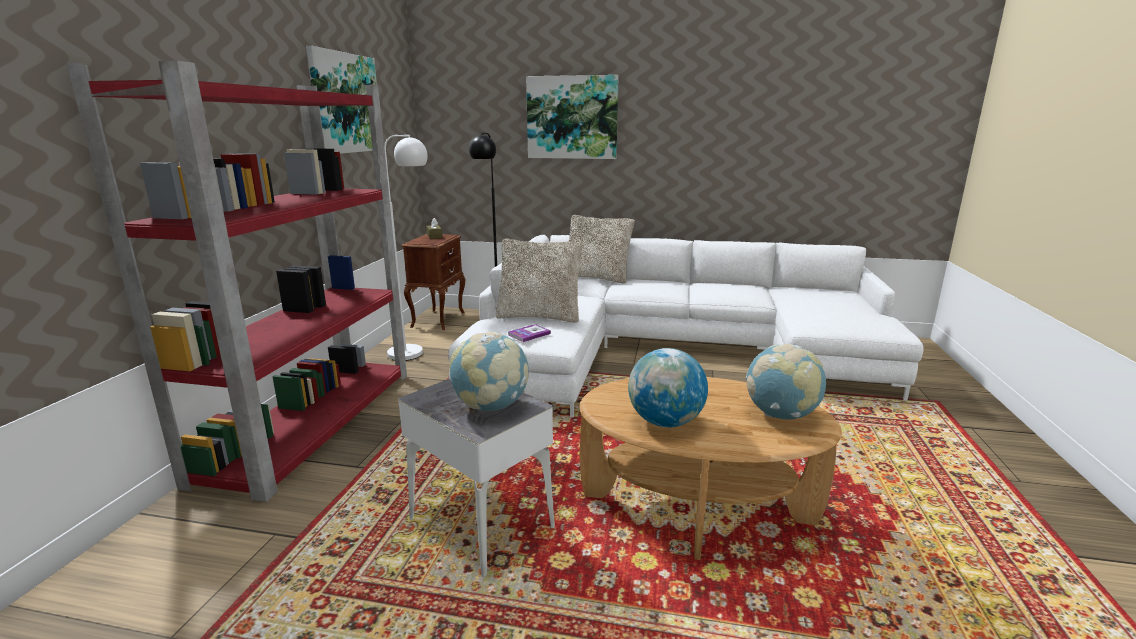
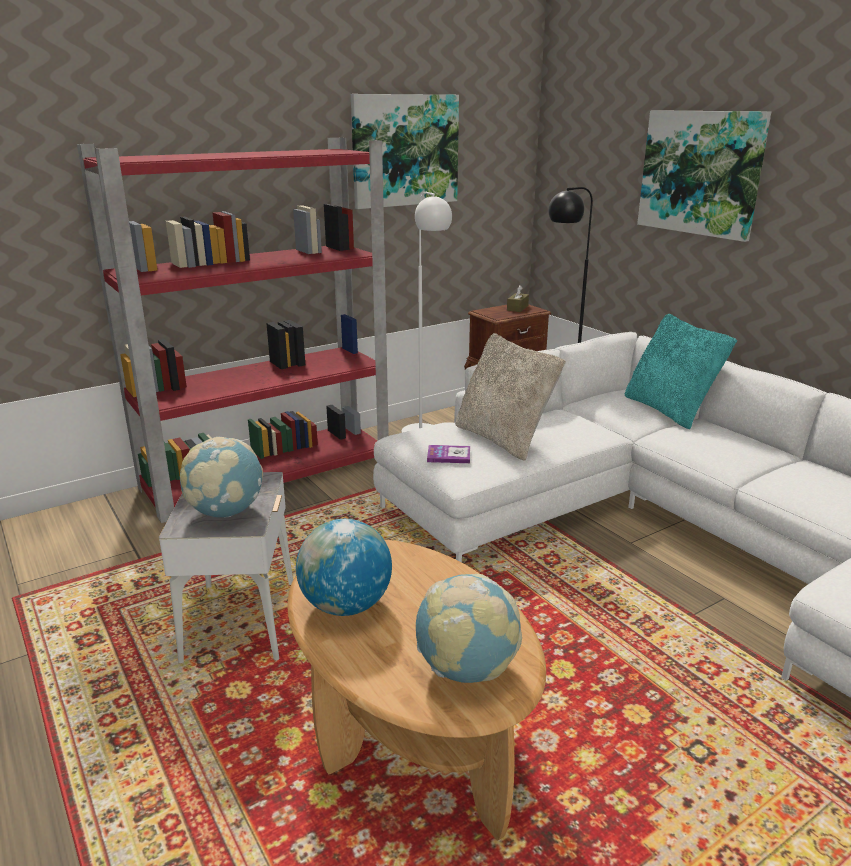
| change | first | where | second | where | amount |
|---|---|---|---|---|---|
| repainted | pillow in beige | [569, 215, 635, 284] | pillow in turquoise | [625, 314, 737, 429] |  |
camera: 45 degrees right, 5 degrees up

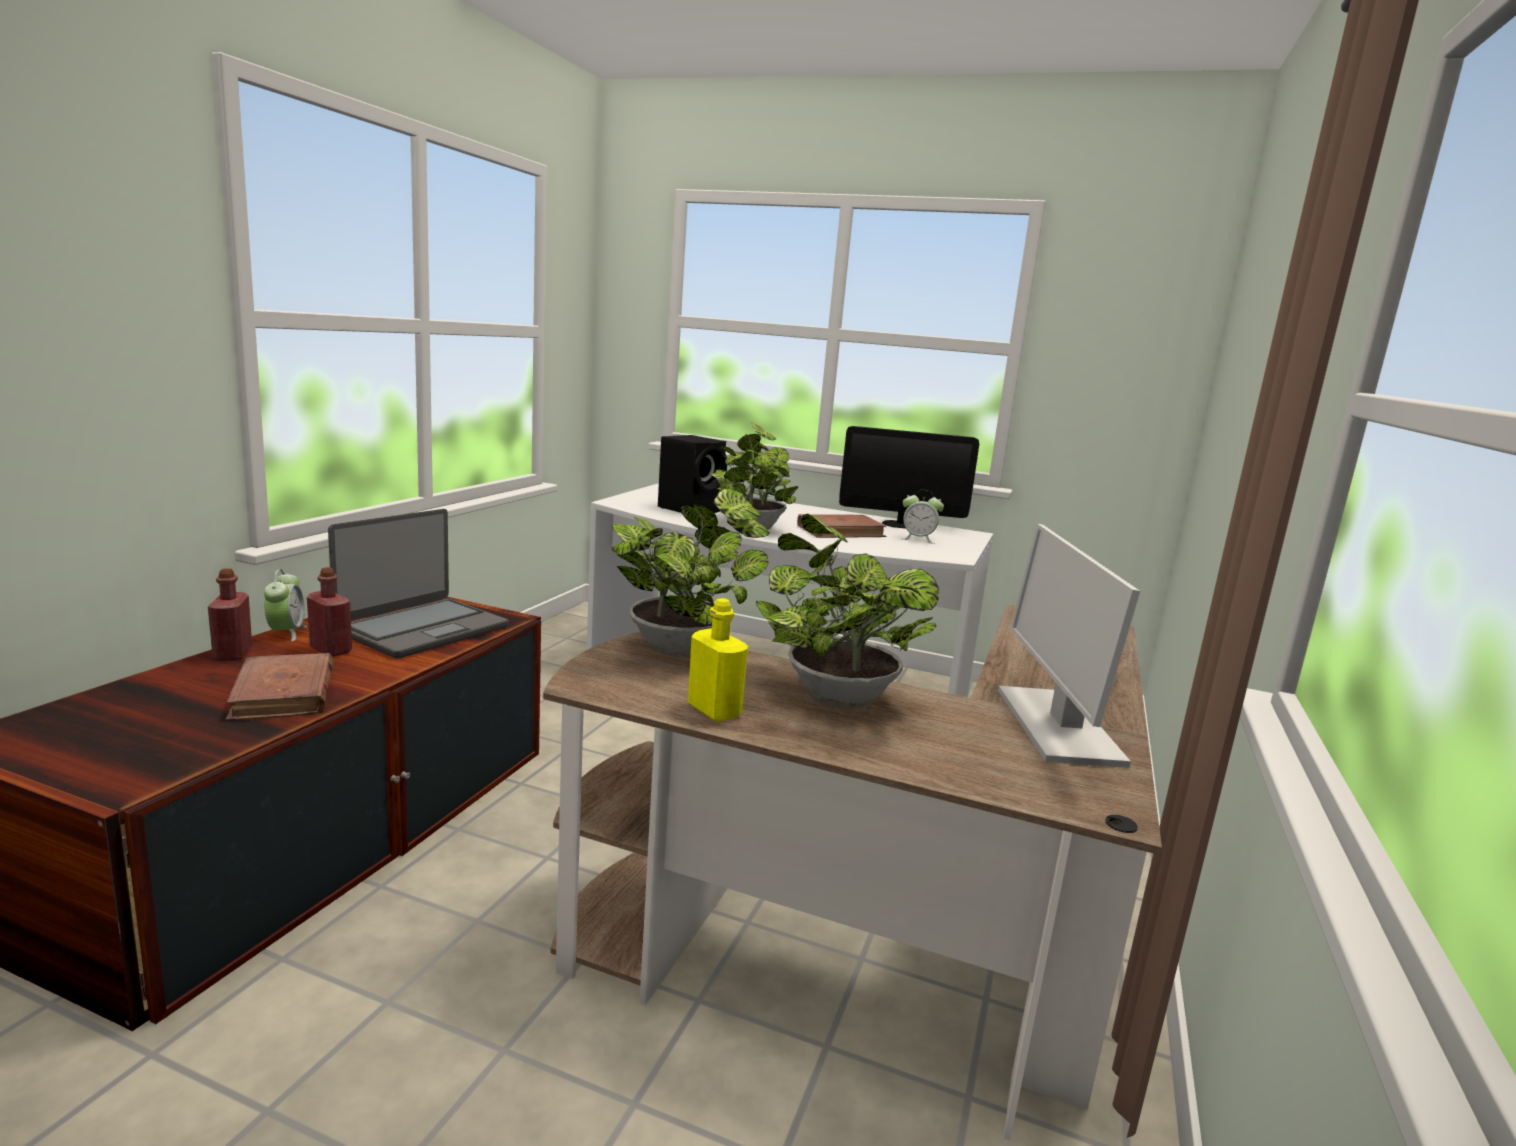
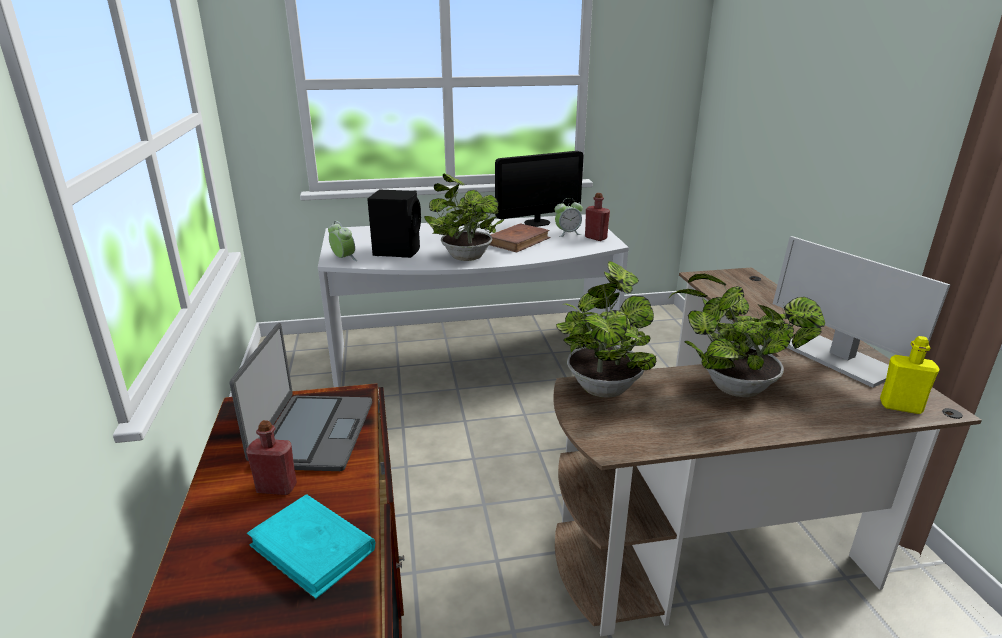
| change | first | where | second | where | amount |
|---|---|---|---|---|---|
| repainted | book in brown | [226, 653, 333, 721] | book in turquoise | [247, 494, 375, 599] |  |
| shifted | alarm clock | [264, 569, 307, 641] |  | [328, 221, 357, 261] |  |
| shifted | bottle in red | [208, 568, 252, 661] |  | [585, 193, 610, 241] |  |
| shifted | bottle in yellow | [688, 598, 748, 722] |  | [880, 336, 940, 414] |  |
camera: 30 degrees left, 10 degrees up

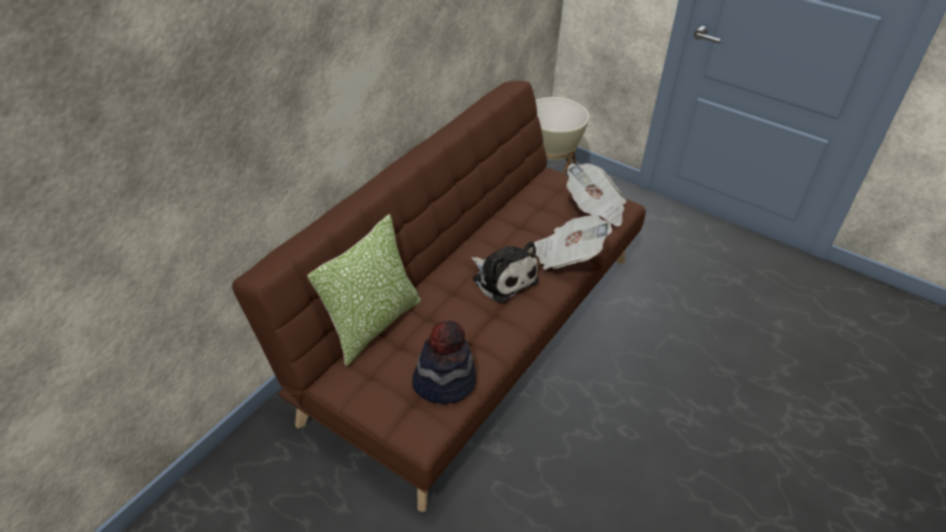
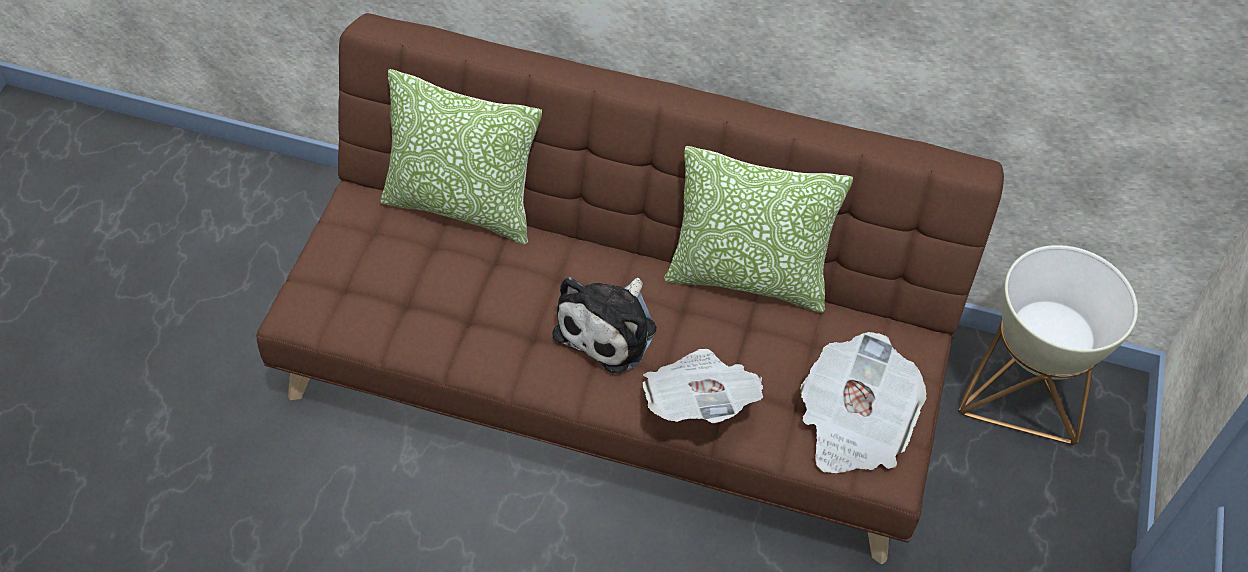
| change | first | where | second | where | amount |
|---|---|---|---|---|---|
| new |  |  | pillow | [664, 146, 853, 313] |  |
| gone | hat | [412, 321, 476, 404] |  |  |  |
camera: 70 degrees right, 10 degrees up

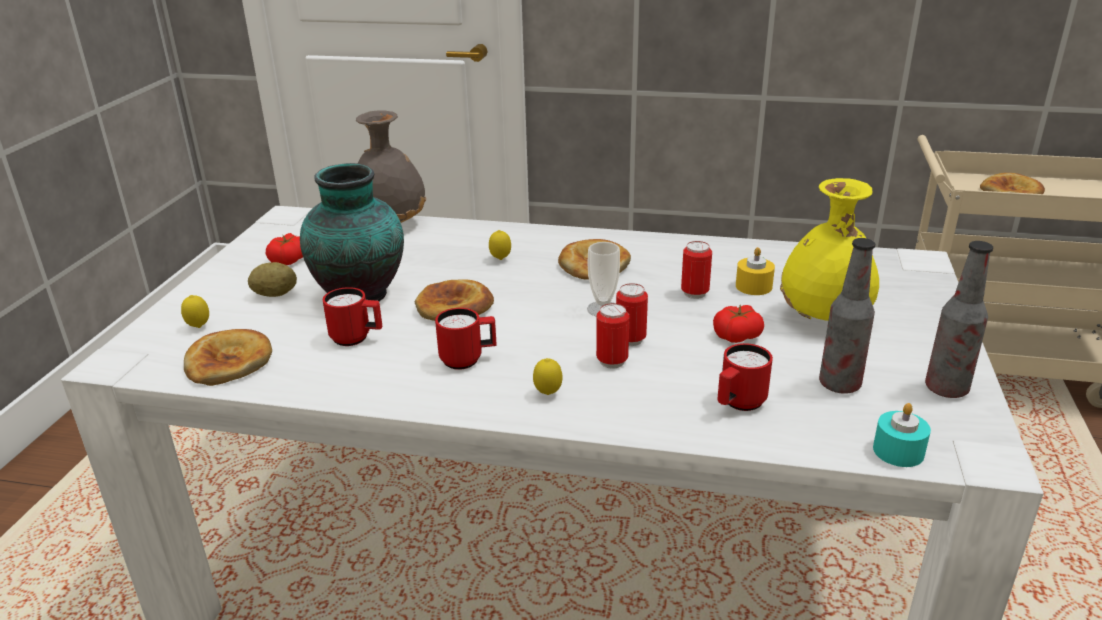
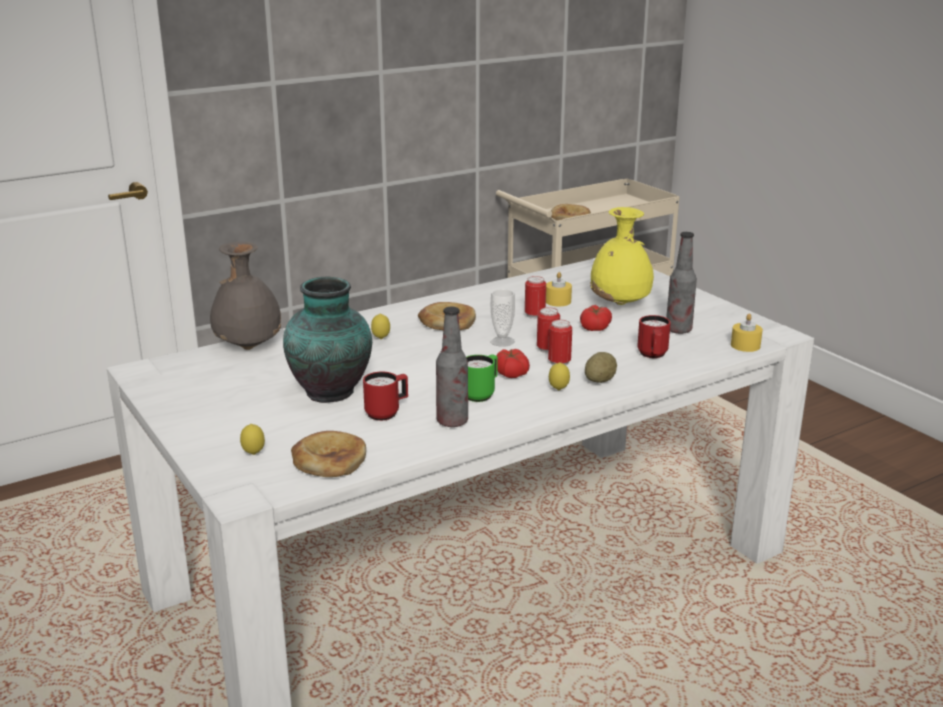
| change | first | where | second | where | amount |
|---|---|---|---|---|---|
| shifted | bottle | [925, 241, 993, 398] |  | [436, 307, 468, 427] |  |
| repainted | mug in red | [435, 308, 497, 370] | mug in green | [466, 354, 498, 402] |  |
| shifted | tomato | [266, 233, 303, 265] |  | [497, 349, 530, 378] |  |
| shifted | potato | [248, 262, 297, 297] |  | [585, 352, 617, 383] |  |
| repainted | candle in turquoise | [873, 403, 931, 467] | candle in yellow | [731, 314, 763, 352] |  |
| gone | bread | [415, 279, 494, 321] |  |  |  |
camera: 45 degrees left, 5 degrees down

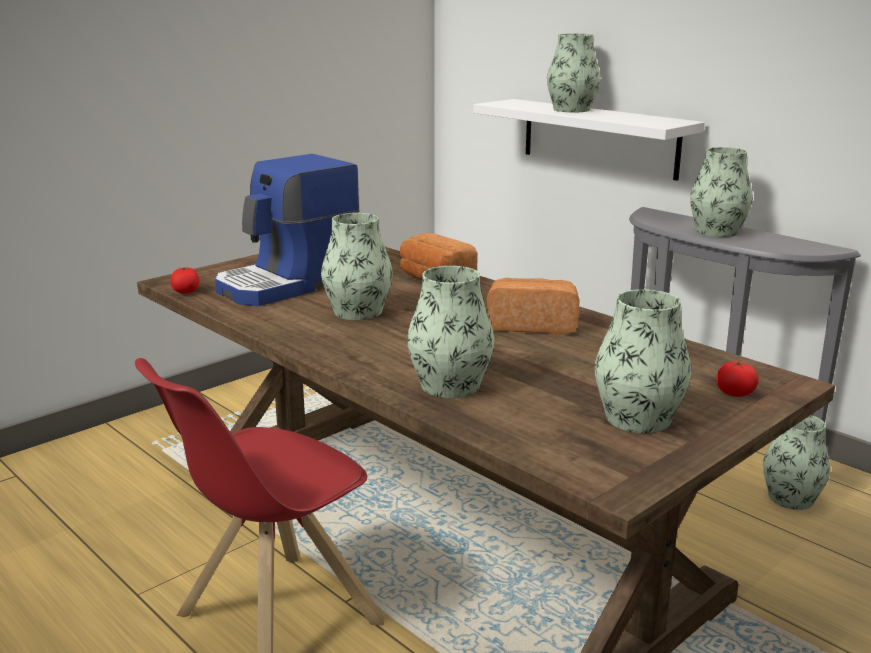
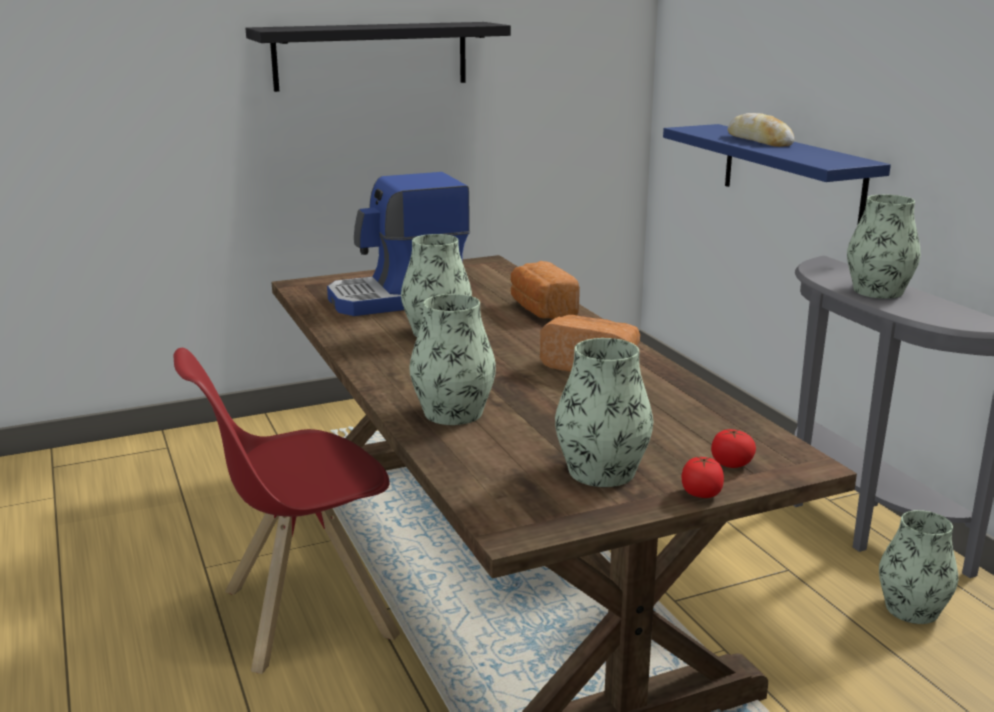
| change | first | where | second | where | amount |
|---|---|---|---|---|---|
| new |  |  | shelf in black | [245, 22, 511, 92] |  |
| repainted | shelf in white | [473, 99, 705, 181] | shelf in blue | [663, 124, 891, 226] |  |
| shifted | tomato | [171, 267, 199, 293] |  | [682, 456, 724, 498] |  |
| swapped | vase | [547, 33, 601, 112] | bread | [728, 113, 794, 147] |  |
camera: 20 degrees right, 0 degrees up

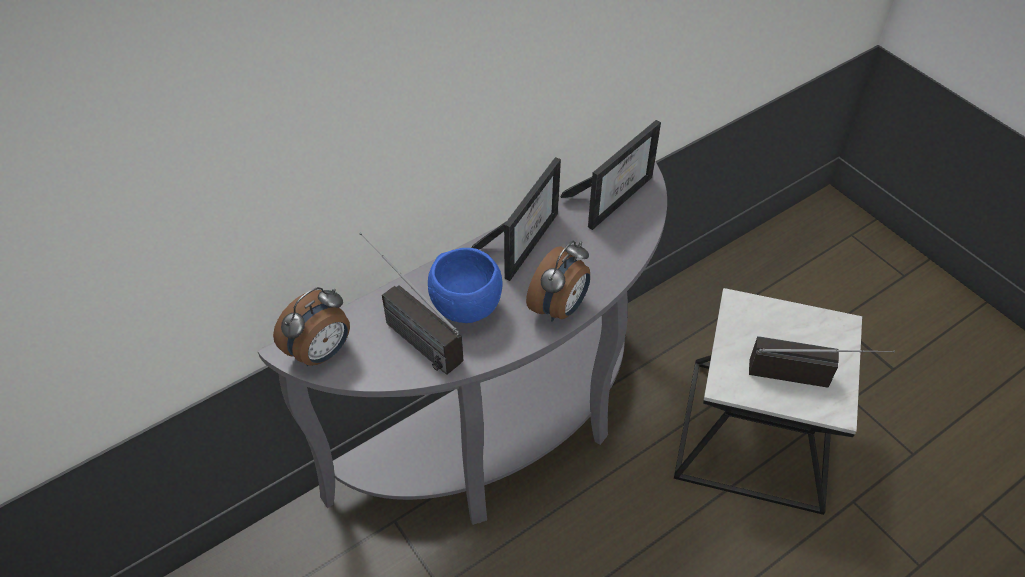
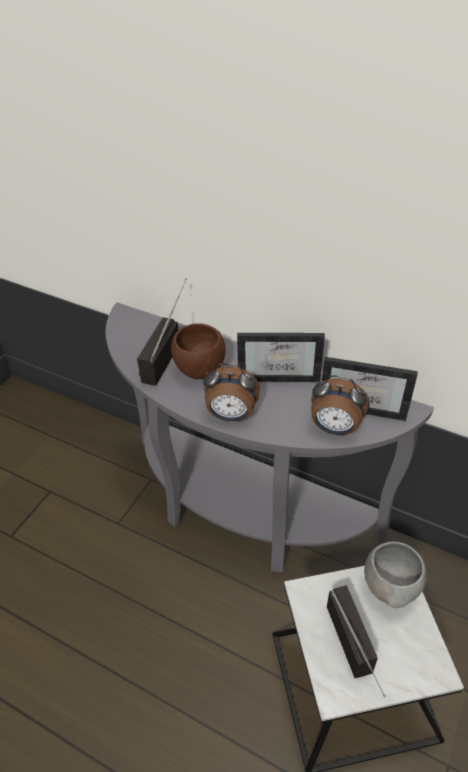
| change | first | where | second | where | amount |
|---|---|---|---|---|---|
| repainted | bowl in blue | [428, 248, 502, 323] | bowl in brown | [171, 323, 226, 379] |  |
| shifted | alarm clock | [273, 287, 350, 366] |  | [311, 375, 369, 435] |  |
| new |  |  | bowl in grey | [364, 541, 426, 608] |  |
camera: 65 degrees right, 5 degrees down

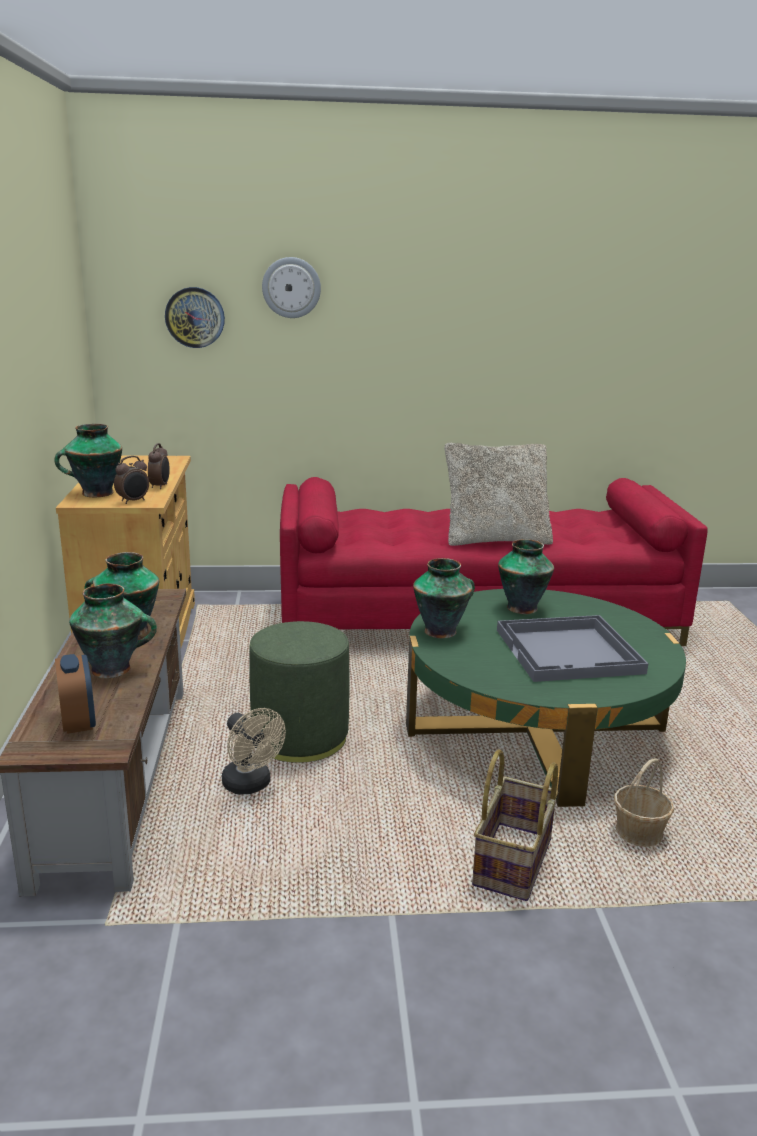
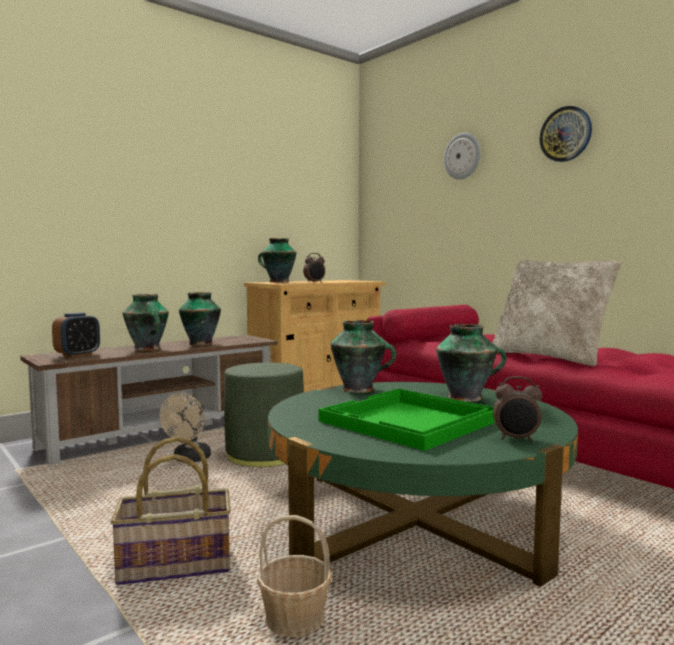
| change | first | where | second | where | amount |
|---|---|---|---|---|---|
| repainted | tray in grey | [497, 615, 648, 682] | tray in green | [319, 389, 495, 451] |  |
| shifted | alarm clock | [114, 456, 149, 504] |  | [493, 376, 542, 442] |  |
| shifted | wall clock | [165, 287, 225, 348] |  | [540, 106, 592, 162] |  |
camera: 55 degrees right, 15 degrees down

